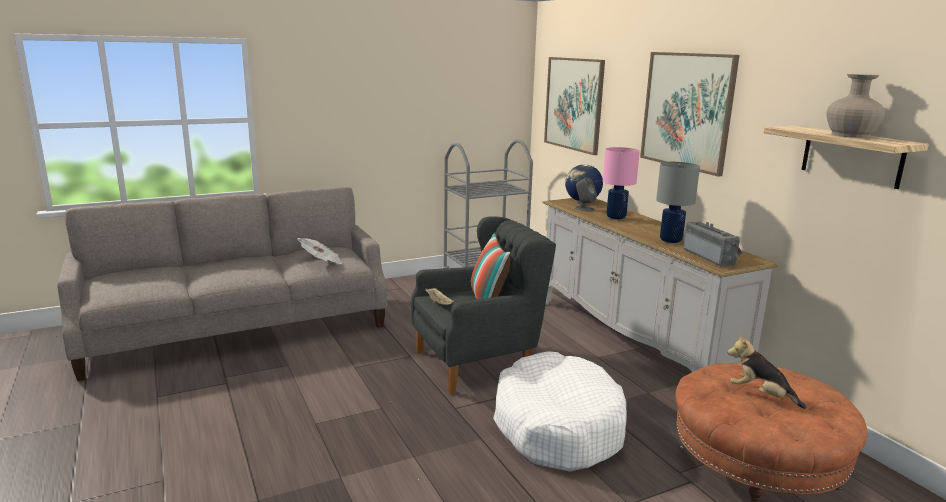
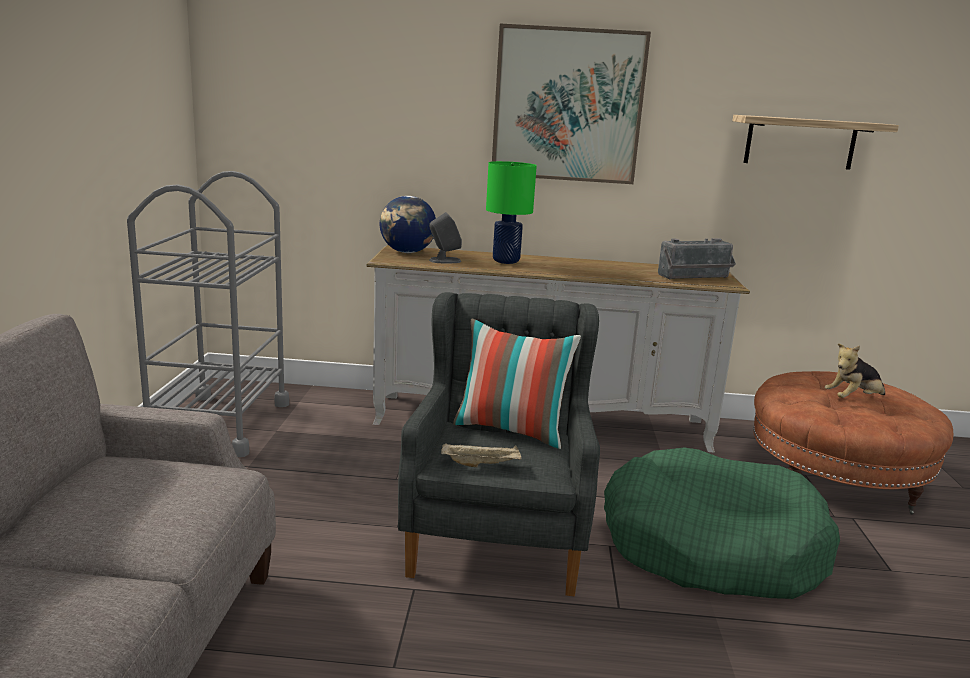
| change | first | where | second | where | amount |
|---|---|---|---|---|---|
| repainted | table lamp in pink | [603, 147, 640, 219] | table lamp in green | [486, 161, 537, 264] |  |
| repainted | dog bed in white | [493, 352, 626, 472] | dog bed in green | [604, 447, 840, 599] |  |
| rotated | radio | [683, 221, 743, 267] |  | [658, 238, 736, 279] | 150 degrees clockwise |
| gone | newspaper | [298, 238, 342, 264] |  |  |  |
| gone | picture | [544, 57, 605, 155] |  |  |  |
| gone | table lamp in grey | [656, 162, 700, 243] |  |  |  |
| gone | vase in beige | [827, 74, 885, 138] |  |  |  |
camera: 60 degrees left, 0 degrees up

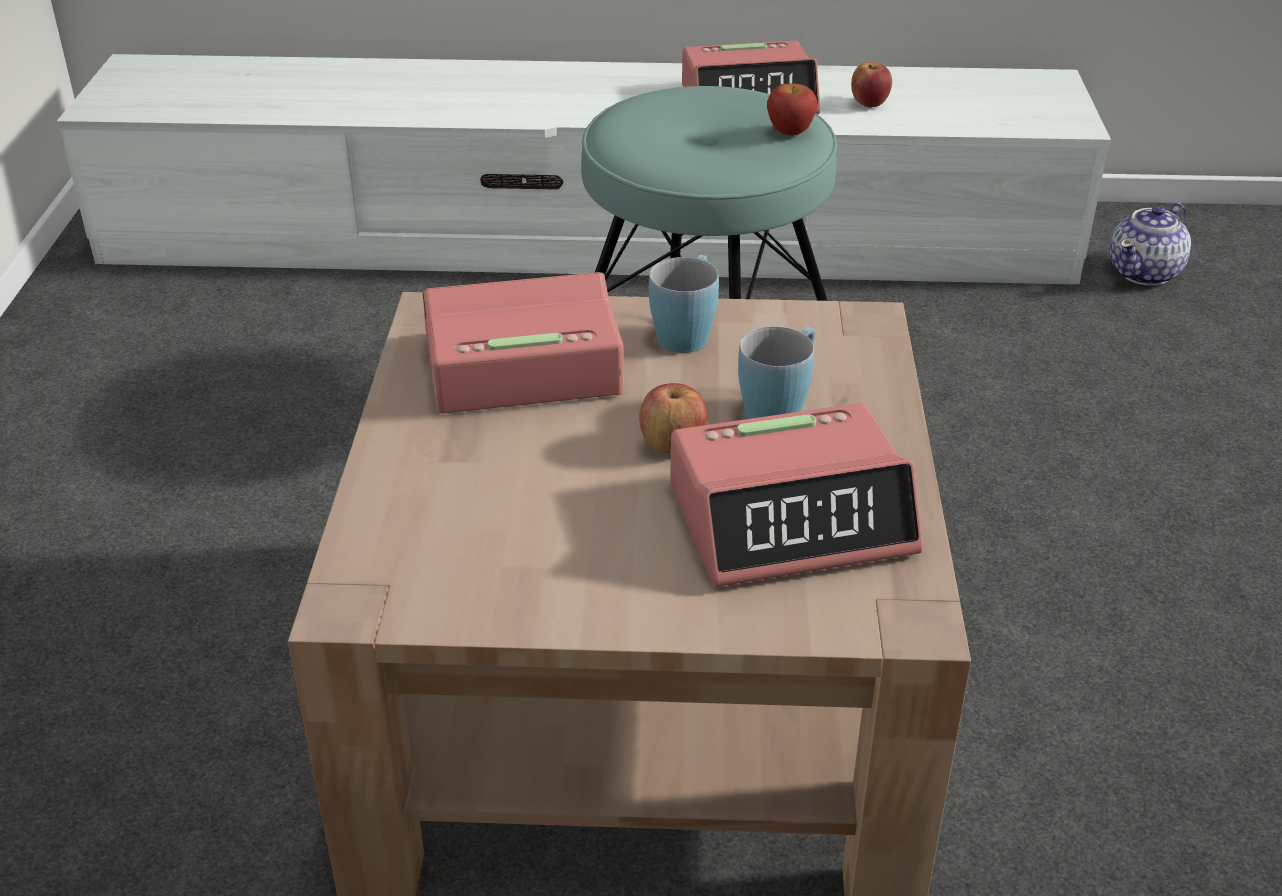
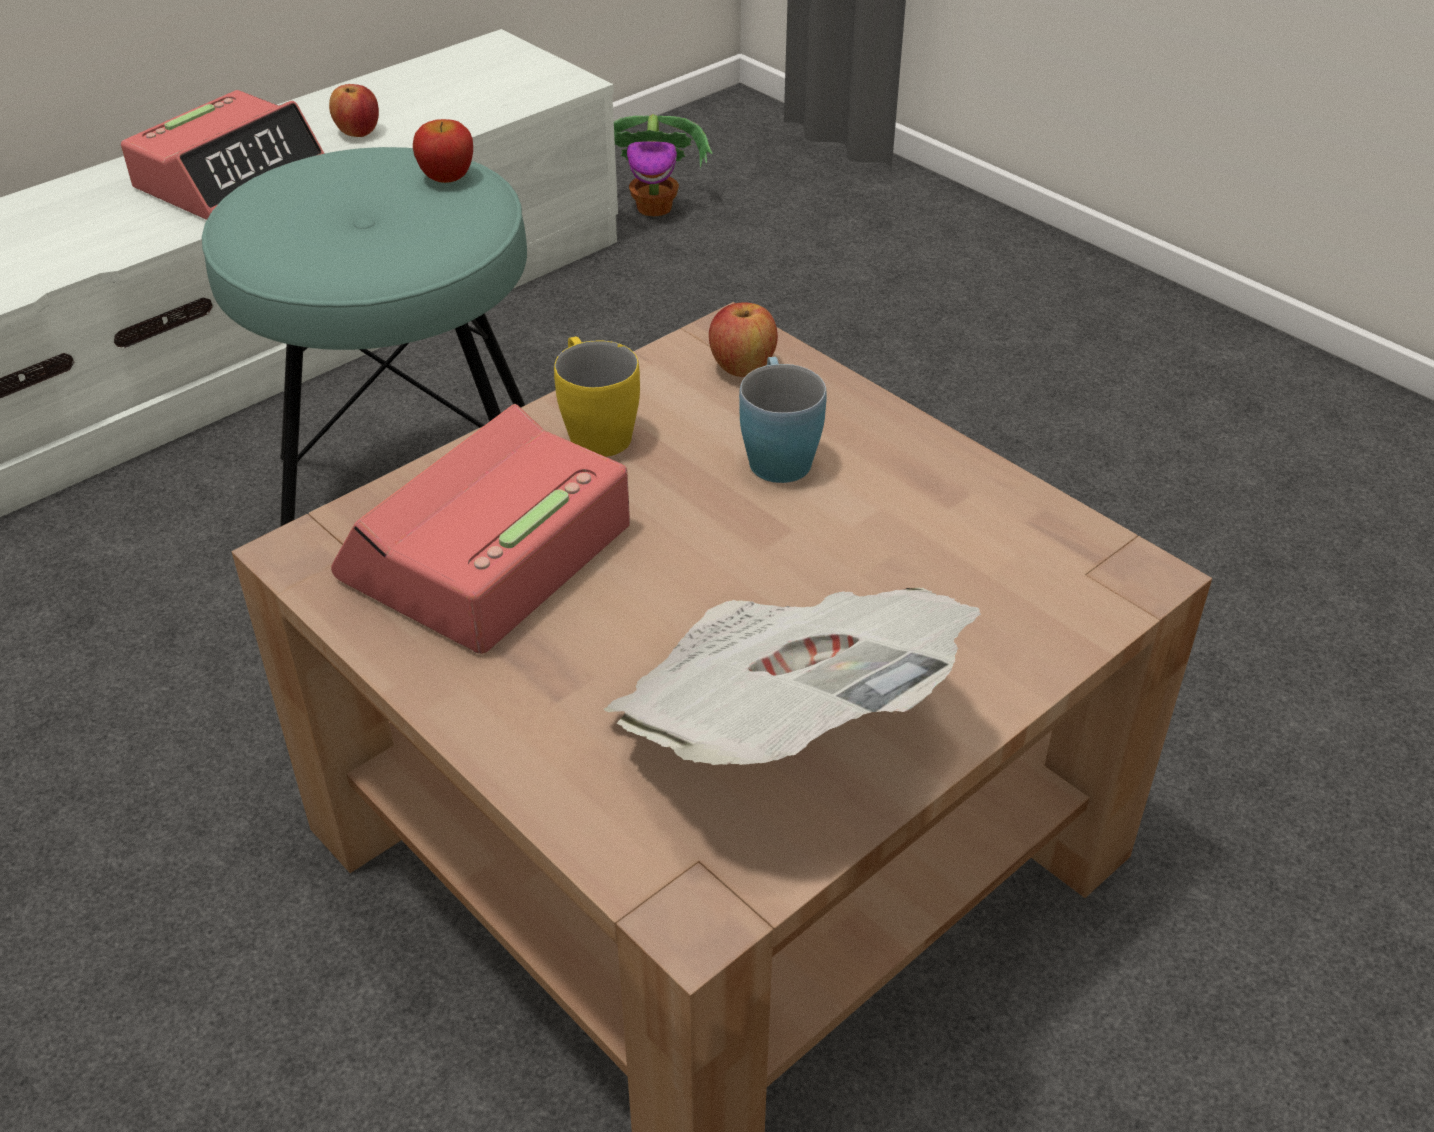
| change | first | where | second | where | amount |
|---|---|---|---|---|---|
| repainted | mug in blue | [649, 255, 719, 353] | mug in yellow | [554, 336, 640, 457] |  |
| new |  |  | newspaper | [604, 588, 981, 765] |  |
| swapped | teapot | [1110, 203, 1191, 286] | potted plant | [614, 114, 713, 216] |  |
| shifted | apple | [639, 383, 707, 454] |  | [709, 302, 778, 377] |  |
| gone | alarm clock | [670, 403, 923, 587] |  |  |  |
camera: 45 degrees left, 5 degrees up

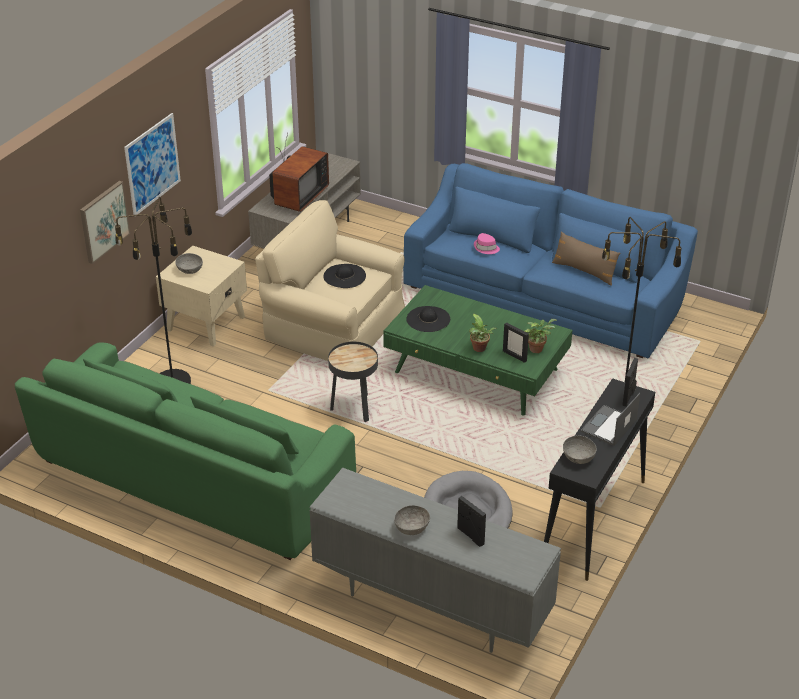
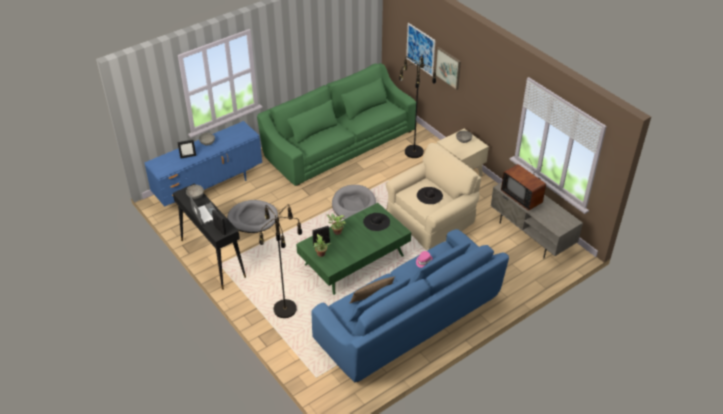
| change | first | where | second | where | amount |
|---|---|---|---|---|---|
| repainted | dresser in grey | [309, 468, 561, 653] | dresser in blue | [145, 121, 262, 206] |  |
| swapped | side table in black | [328, 342, 378, 422] | dog bed in grey | [332, 185, 376, 219] |  |
| shifted | picture | [124, 113, 181, 215] |  | [406, 23, 436, 77] |  |
camera: 115 degrees right, 5 degrees up

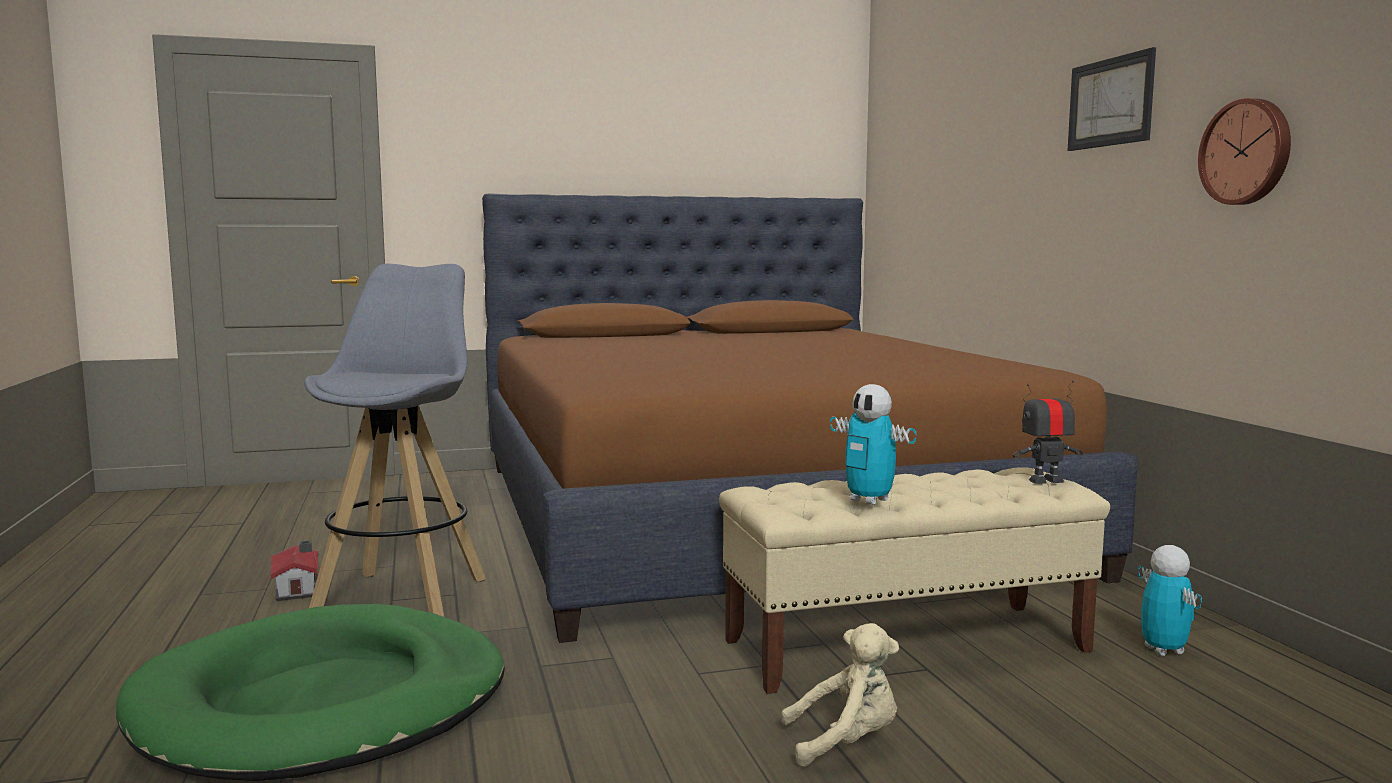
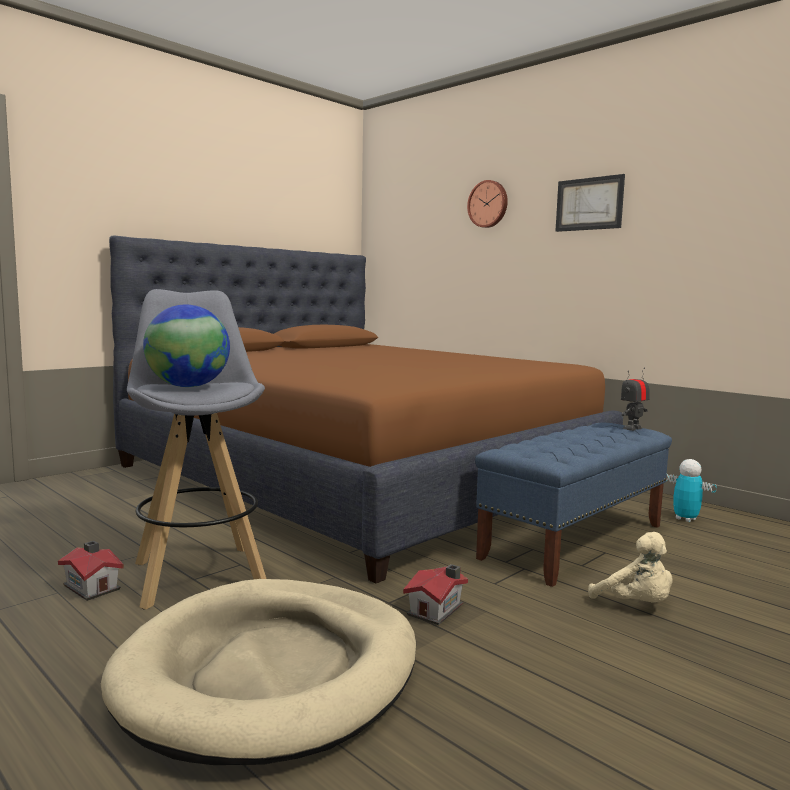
| change | first | where | second | where | amount |
|---|---|---|---|---|---|
| repainted | dog bed in green | [116, 604, 505, 781] | dog bed in beige | [101, 579, 416, 765] |  |
| new |  |  | globe | [143, 304, 230, 387] |  |
| new |  |  | toy house | [403, 564, 468, 625] |  |
| shifted | wall clock | [1198, 98, 1291, 205] |  | [467, 180, 508, 228] |  |
| repainted | bench in beige | [719, 467, 1110, 694] | bench in blue | [475, 422, 672, 587] |  |
| rotated | plush toy in beige | [781, 623, 899, 767] |  | [588, 532, 673, 603] | 90 degrees clockwise |
| gone | toy robot | [830, 384, 917, 505] |  |  |  |
camera: 30 degrees left, 0 degrees up

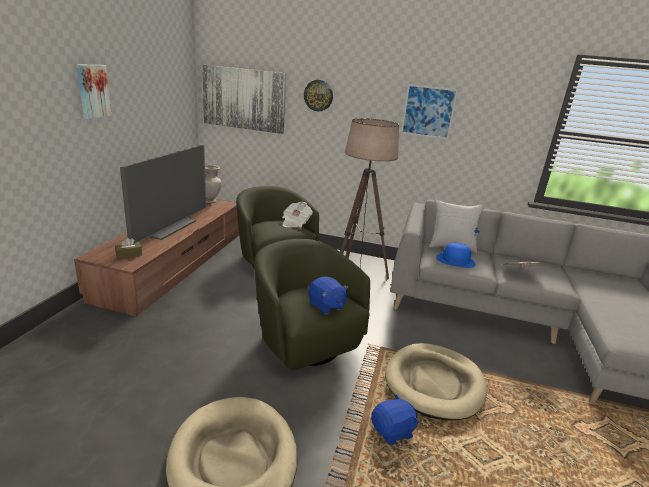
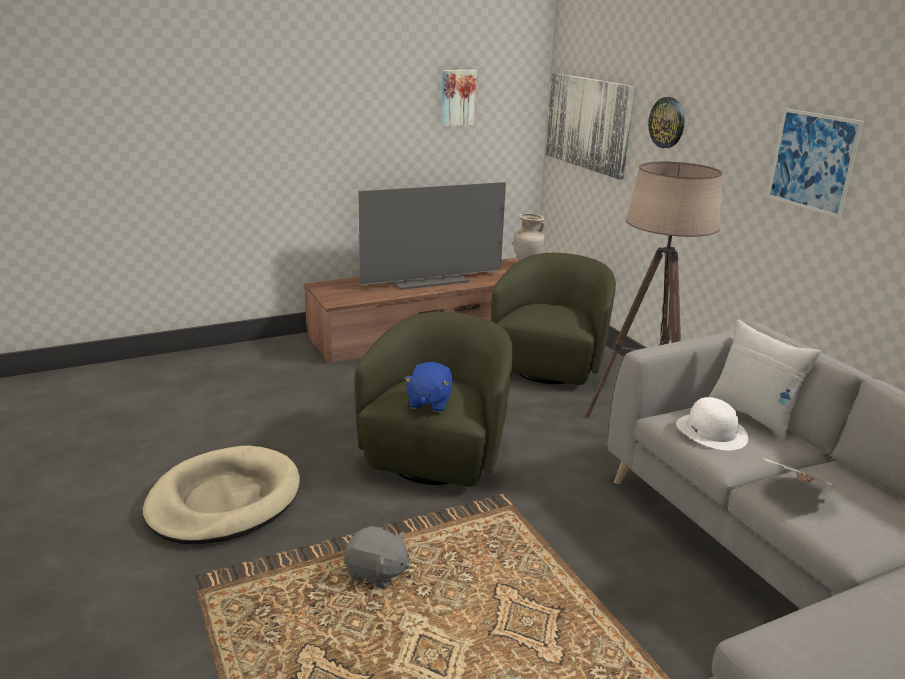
| change | first | where | second | where | amount |
|---|---|---|---|---|---|
| repainted | plush toy in blue | [371, 394, 419, 445] | plush toy in grey | [344, 526, 410, 589] |  |
| shifted | picture | [76, 65, 111, 119] |  | [441, 70, 477, 126] |  |
| repainted | hat in blue | [436, 243, 476, 268] | hat in white | [676, 397, 748, 450] |  |
| gone | tissue box in brown | [115, 238, 142, 259] |  |  |  |
| gone | newspaper | [282, 202, 313, 227] |  |  |  |
| gone | dog bed in beige | [385, 343, 487, 420] |  |  |  |
camera: 50 degrees right, 0 degrees up

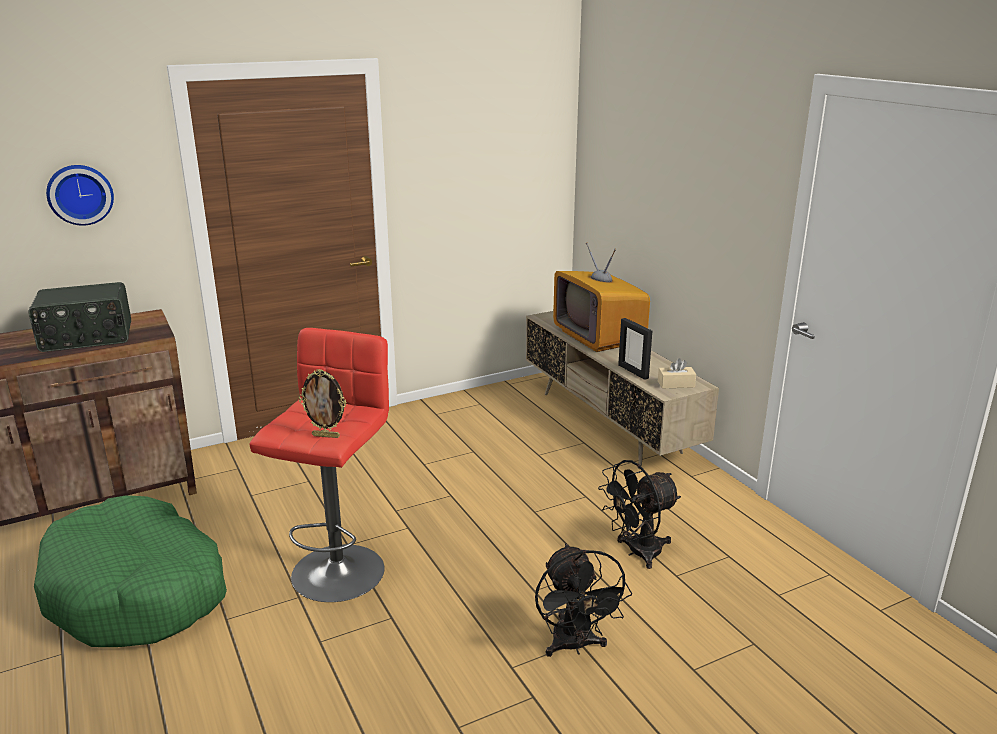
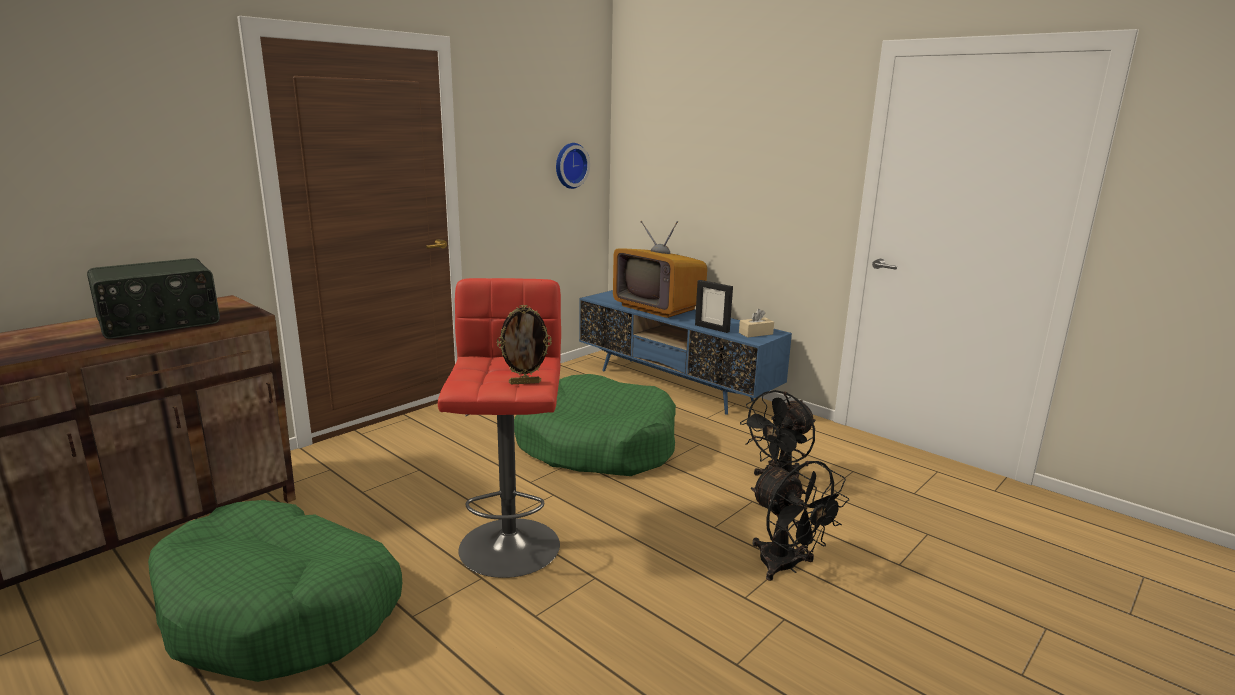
| change | first | where | second | where | amount |
|---|---|---|---|---|---|
| new |  |  | dog bed in green | [514, 374, 676, 476] |  |
| shifted | wall clock | [46, 165, 114, 226] |  | [556, 143, 590, 189] |  |
| repainted | tv stand in beige | [526, 311, 719, 466] | tv stand in blue | [579, 290, 792, 415] |  |
camera: 20 degrees left, 5 degrees down

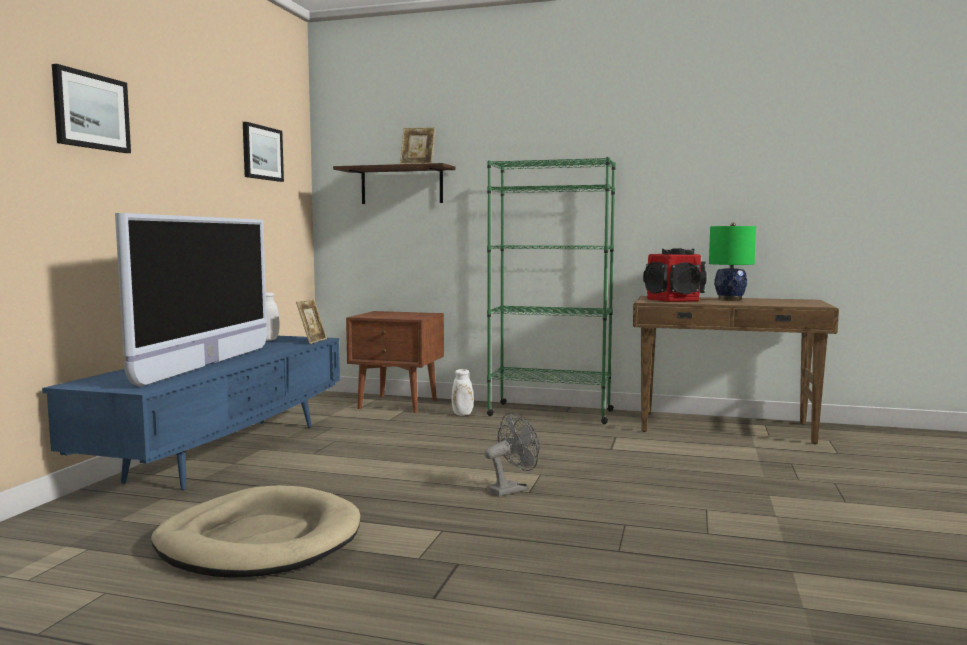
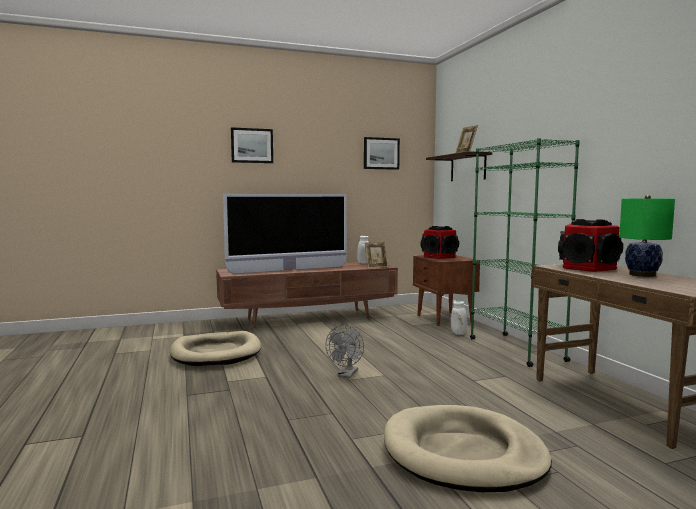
| change | first | where | second | where | amount |
|---|---|---|---|---|---|
| repainted | tv stand in blue | [42, 336, 340, 491] | tv stand in brown | [216, 262, 398, 328] |  |
| rotated | fan in grey | [484, 413, 540, 496] |  | [326, 325, 364, 378] | 90 degrees clockwise |
| new |  |  | dog bed in beige | [384, 405, 552, 492] |  |
| new |  |  | speaker | [421, 226, 459, 259] |  |
camera: 55 degrees right, 0 degrees up

